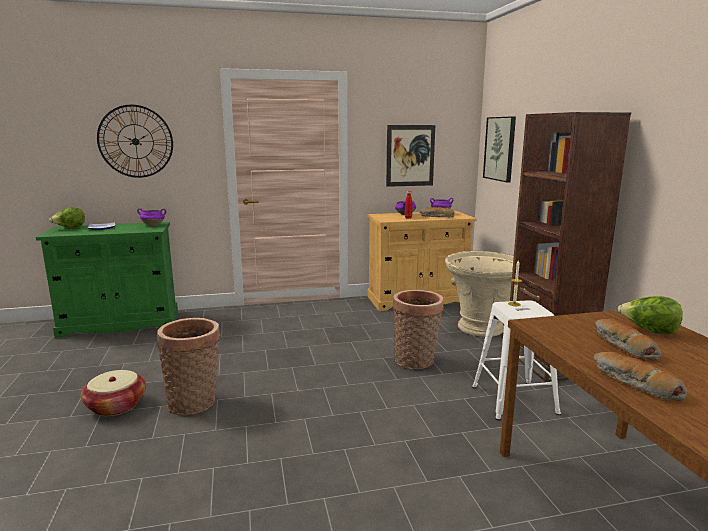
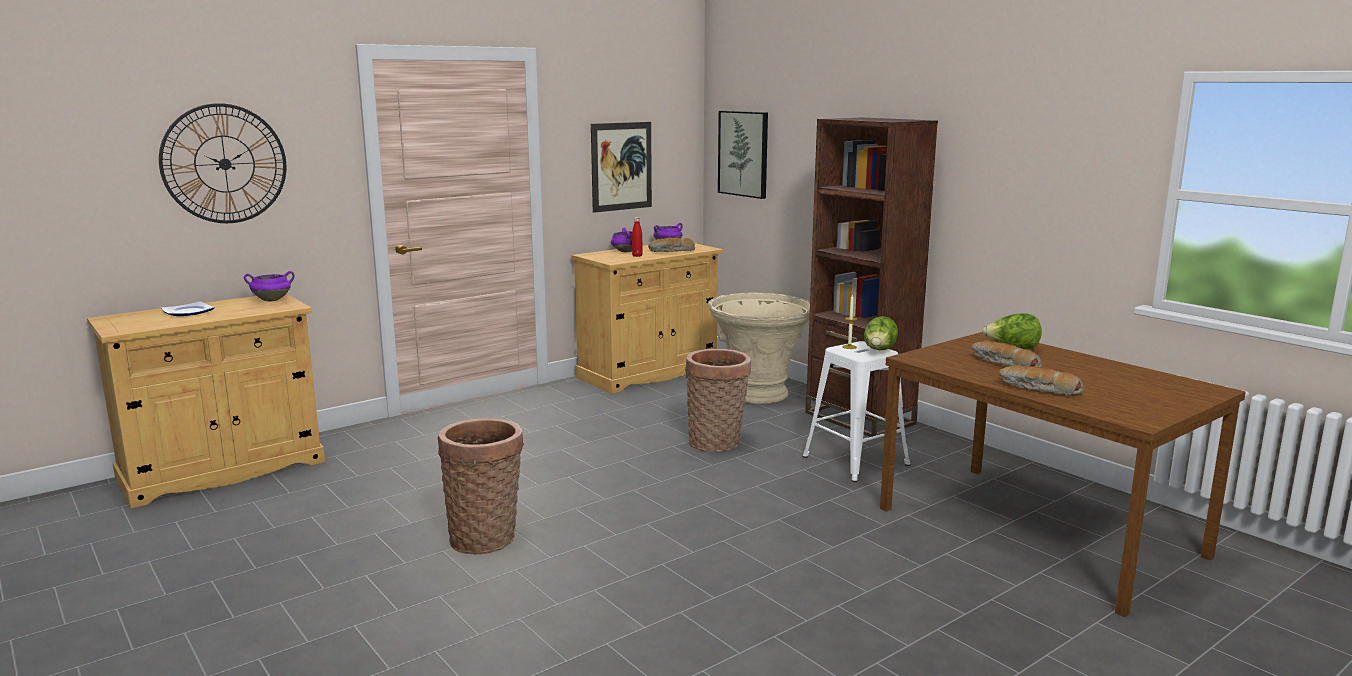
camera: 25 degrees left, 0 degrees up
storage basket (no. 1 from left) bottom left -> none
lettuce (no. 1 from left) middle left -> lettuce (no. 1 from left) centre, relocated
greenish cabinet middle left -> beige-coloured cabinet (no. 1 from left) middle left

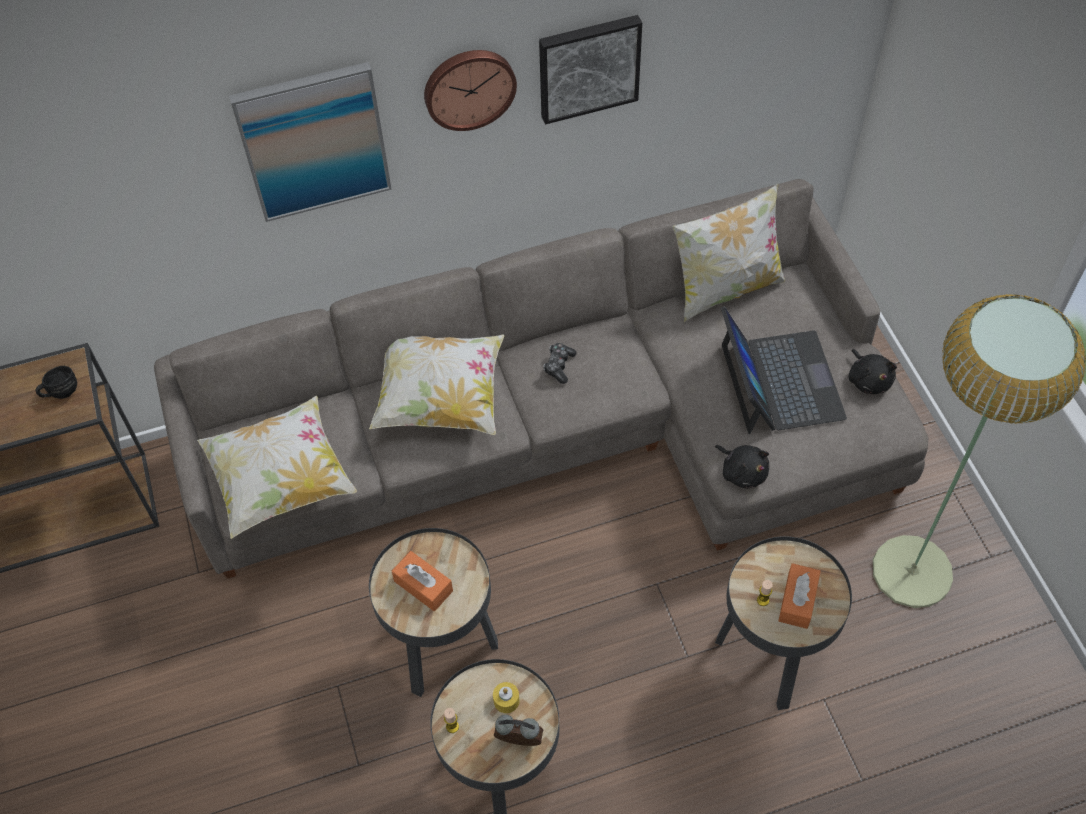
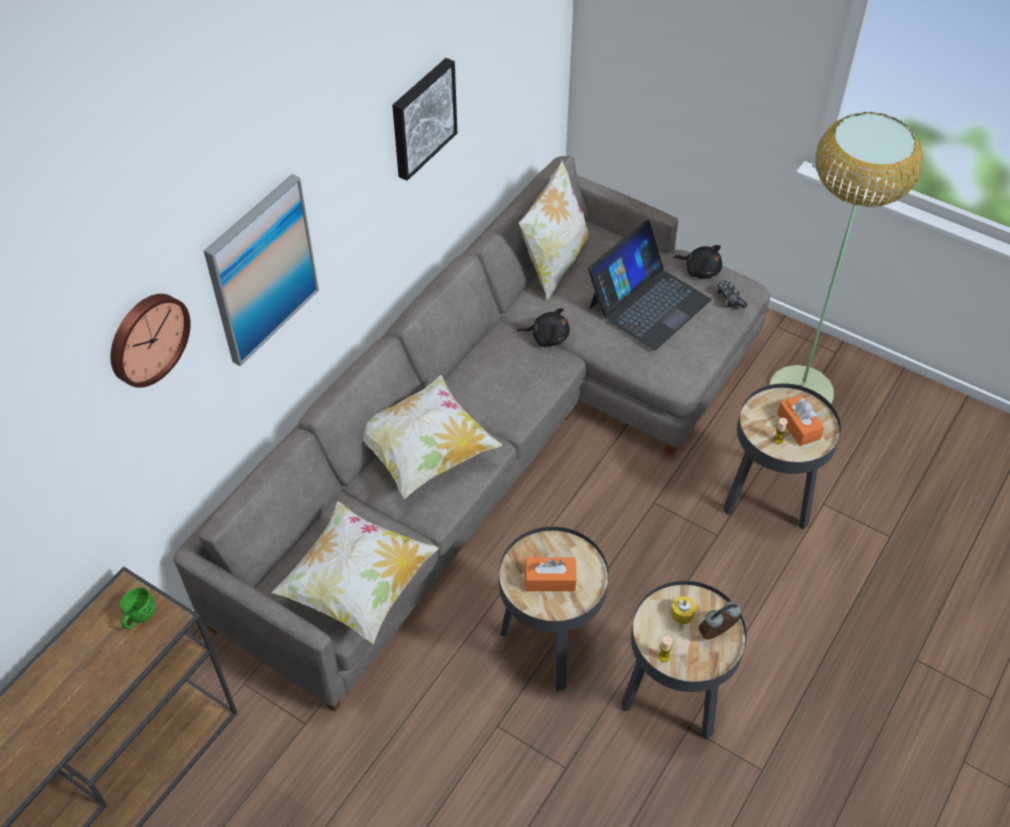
camera: 40 degrees left, 5 degrees down
clock on the wall top centre -> clock on the wall middle left, relocated
gamepad centre -> gamepad middle right, relocated
black cuddly toy (no. 1 from left) middle right -> black cuddly toy (no. 1 from left) centre, relocated
black coffee mug middle left -> greenish coffee mug bottom left
notebook computer middle right -> notebook computer centre, 90 degrees clockwise

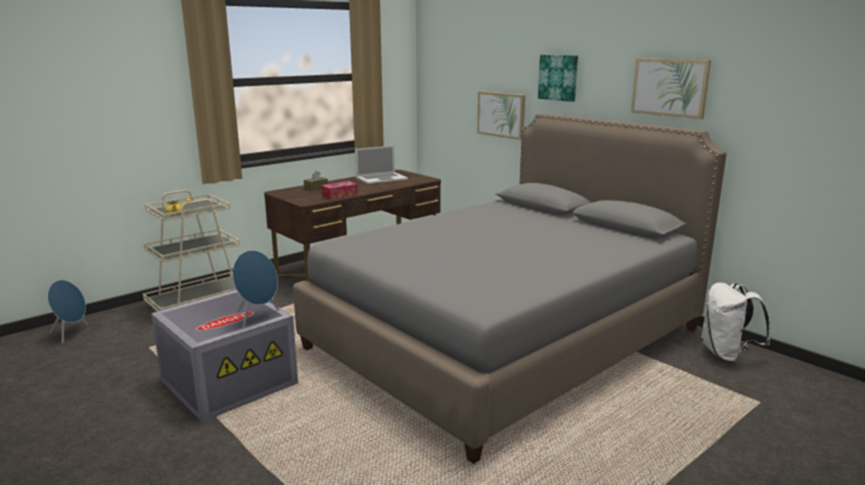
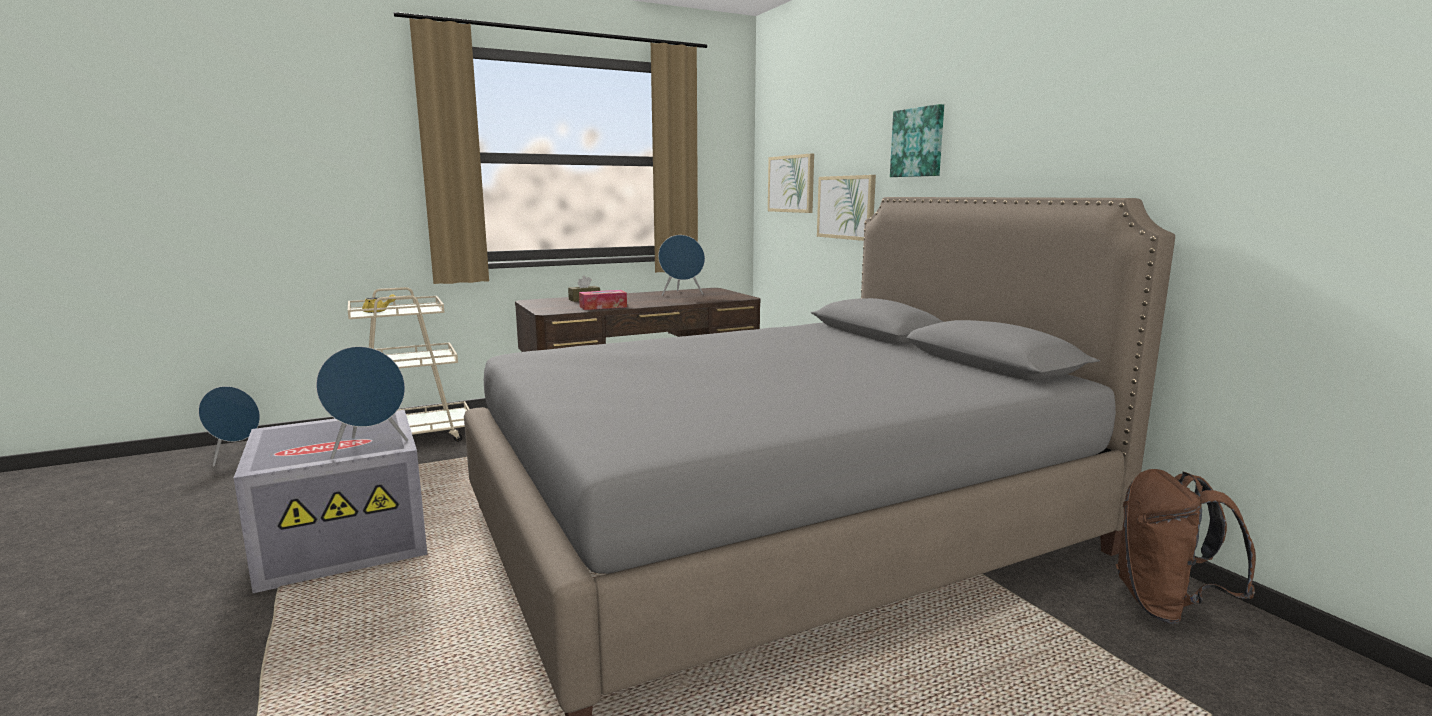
camera: 15 degrees right, 5 degrees down
wall picture (no. 3 from left in the first image) top right -> wall picture (no. 1 from left) top centre, relocated
notebook computer centre -> bluish audio speaker (no. 3 from left) centre
whitish backpack middle right -> brown backpack bottom right

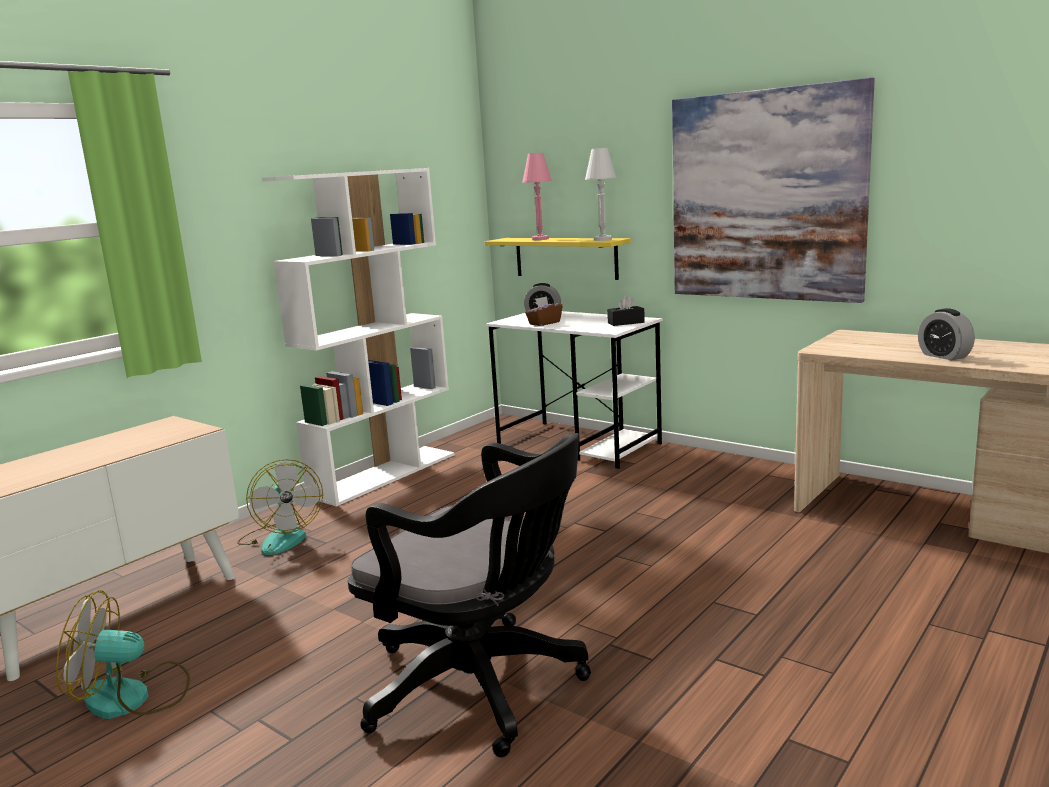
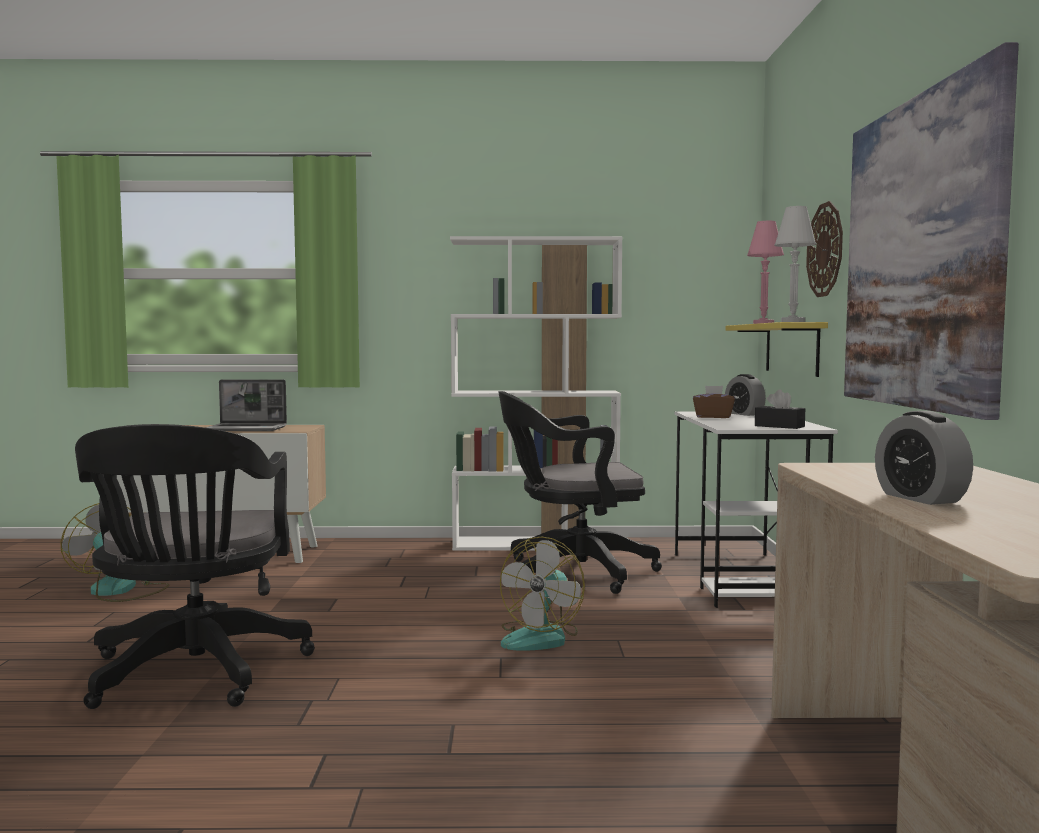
camera: 50 degrees right, 10 degrees down
none -> notebook computer middle left
none -> black office chair (no. 2 from left) centre
none -> clock on the wall top right
fan (no. 2 from left) middle left -> fan (no. 2 from left) bottom centre, relocated
bedside clock (no. 2 from left) middle right, 45 degrees counterclockwise

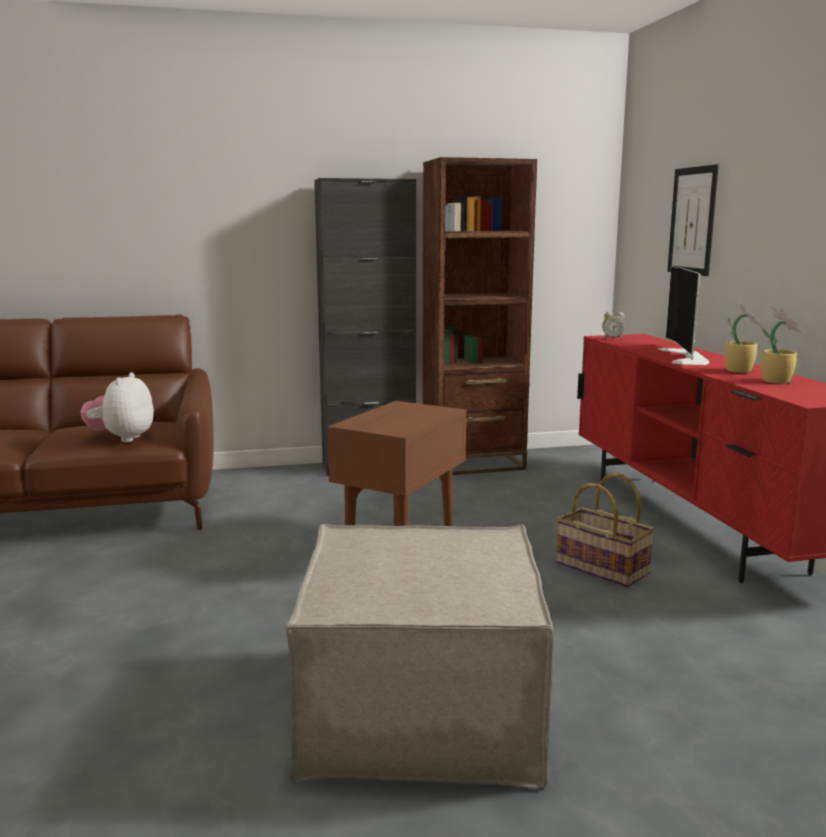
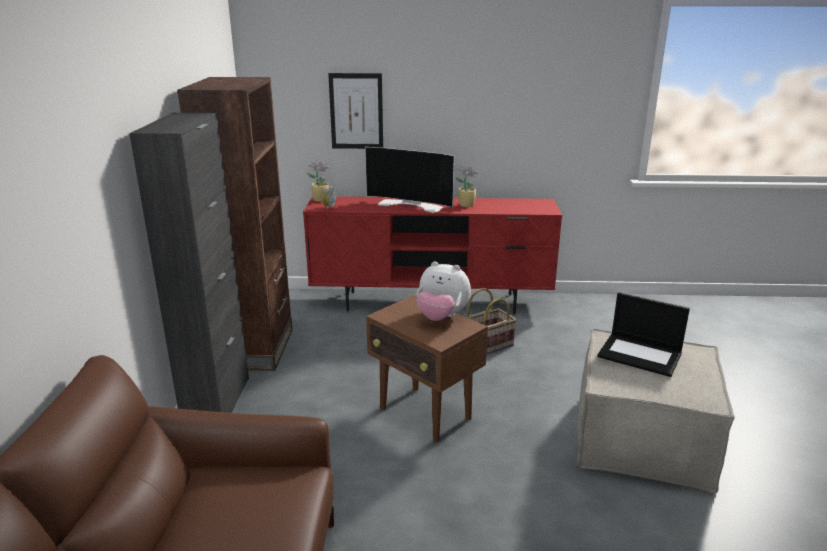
camera: 75 degrees left, 10 degrees up
none -> notebook computer middle right
cuddly toy middle left -> cuddly toy centre, relocated
potted plant (no. 2 from left in the first image) middle right -> potted plant (no. 1 from left) top centre, relocated

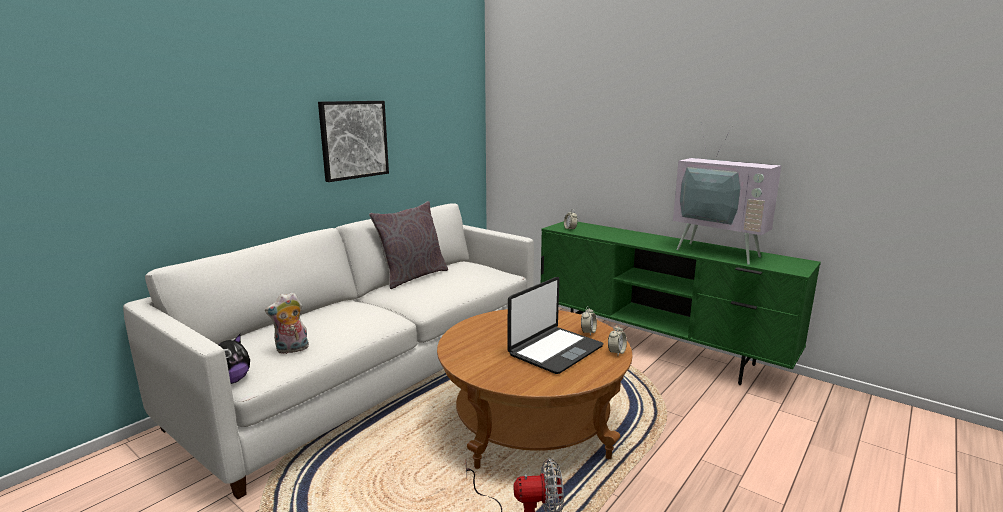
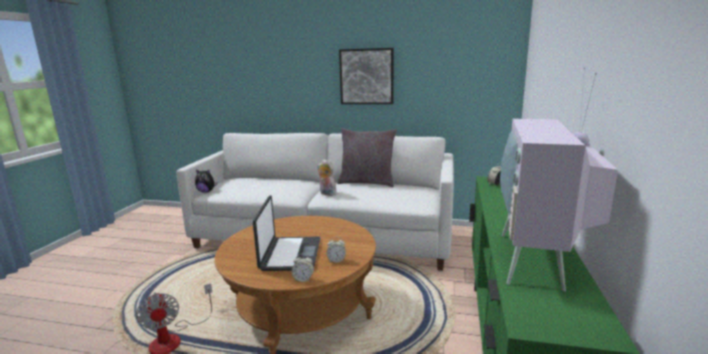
camera: 65 degrees right, 0 degrees up
cuddly toy (no. 2 from left) middle left -> cuddly toy (no. 2 from left) centre, relocated
notebook computer centre, 105 degrees counterclockwise

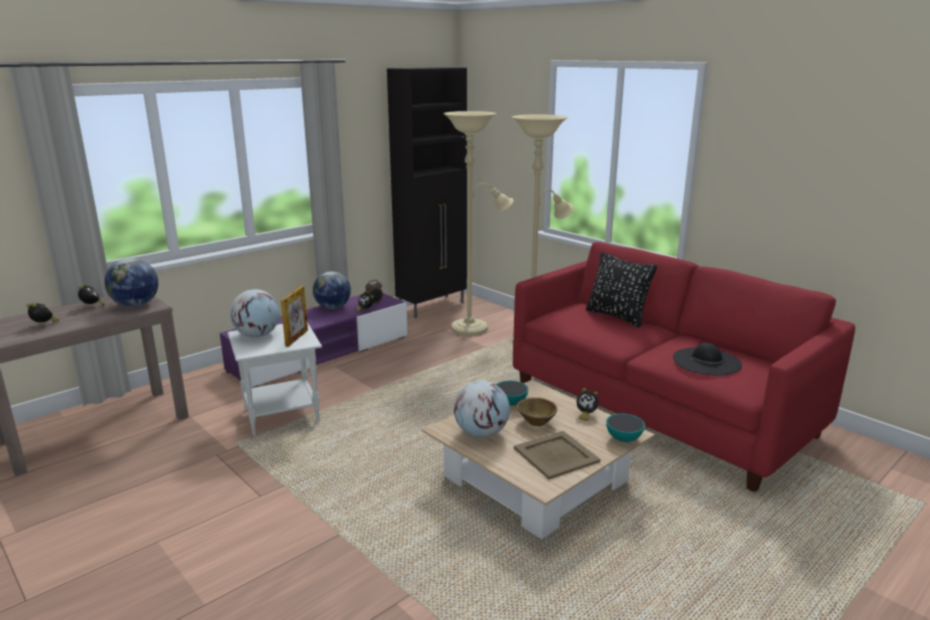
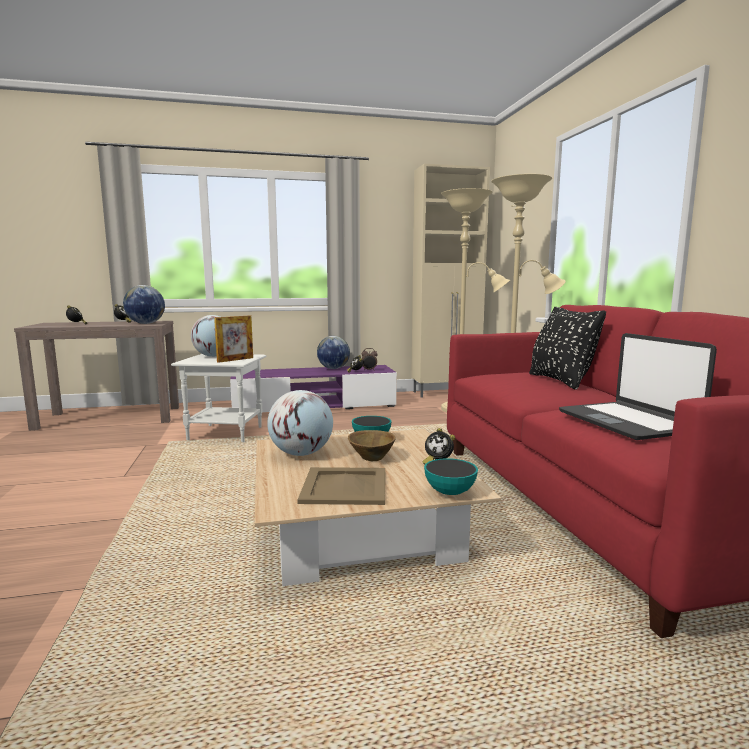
camera: 30 degrees right, 10 degrees down
black wearable hat middle right -> notebook computer middle right
black cabinet top centre -> beige-coloured cabinet centre

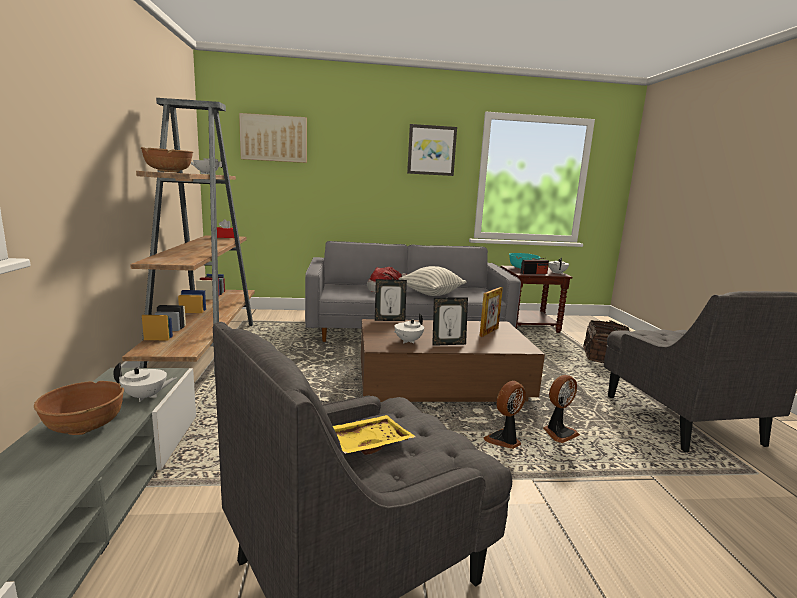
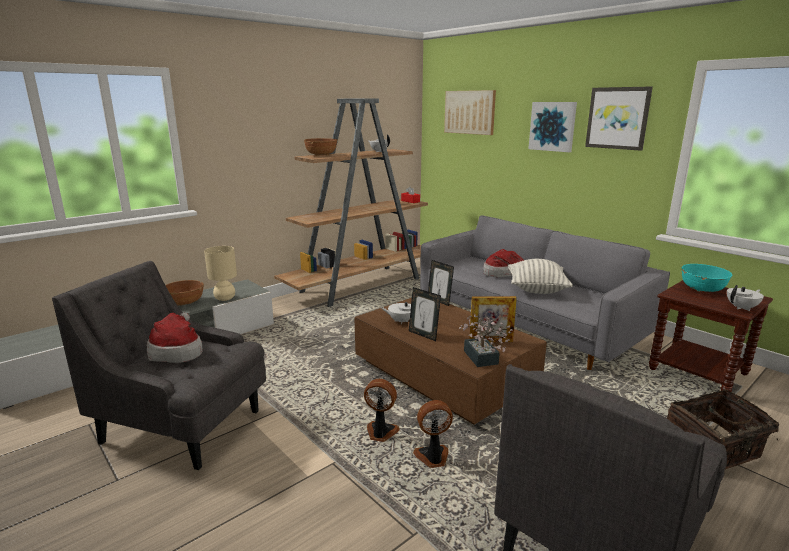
camera: 55 degrees right, 5 degrees up
radio set middle right -> none
none -> potted plant centre
none -> wall picture (no. 2 from left) top right
whitish teapot (no. 1 from left) middle left -> beige-coloured lamp for a table middle left
yellow-coloured carrying tray bottom centre -> wearable hat (no. 1 from left) middle left
fan (no. 2 from left) bottom right -> fan (no. 2 from left) bottom centre, 150 degrees clockwise

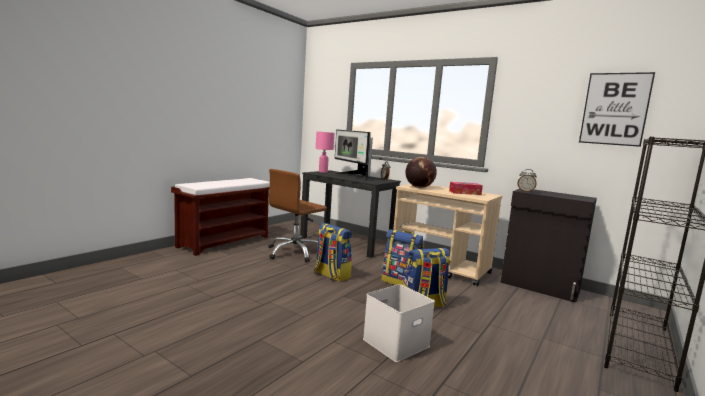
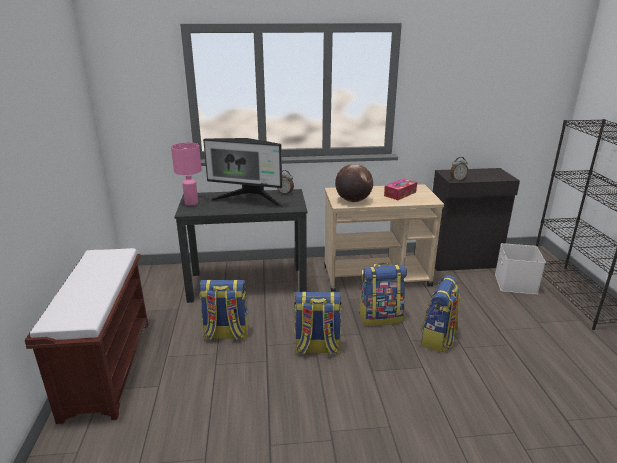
camera: 40 degrees left, 15 degrees up
wall picture top right -> none
whitish storage container bottom centre -> whitish storage container middle right, relocated
brown office chair centre -> backpack (no. 1 from left) bottom centre

